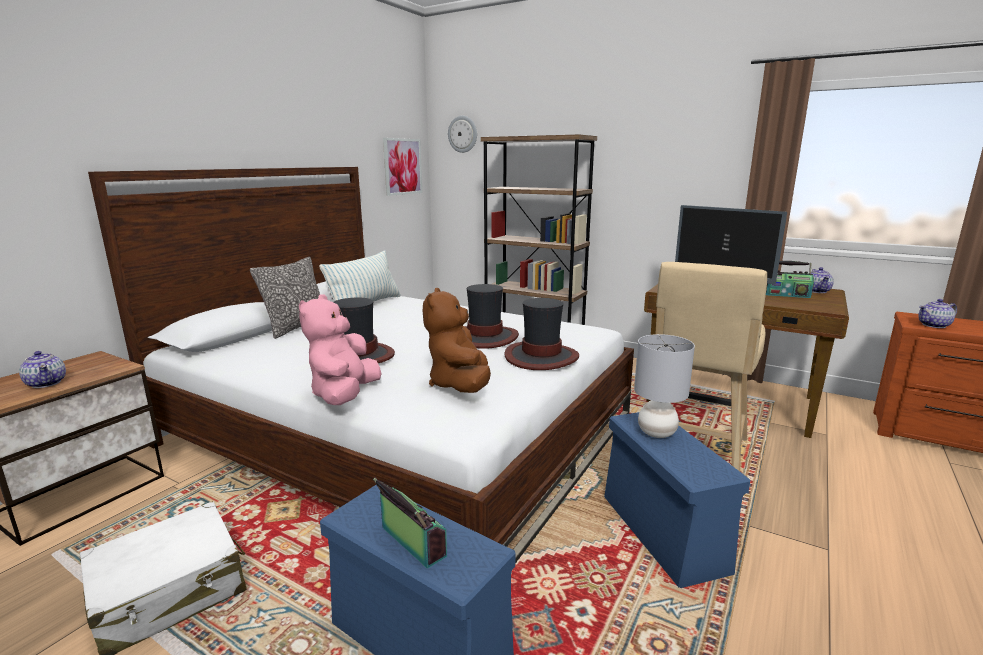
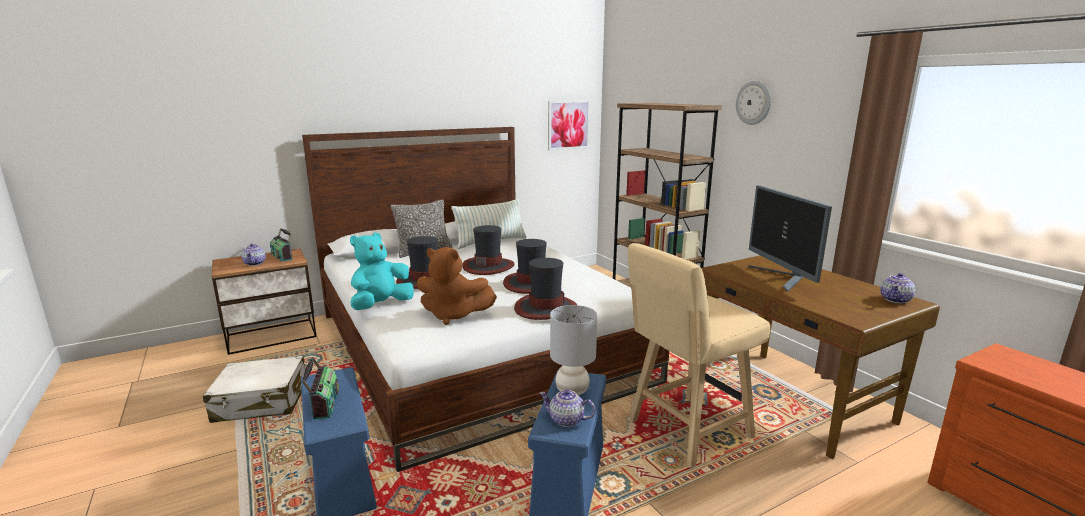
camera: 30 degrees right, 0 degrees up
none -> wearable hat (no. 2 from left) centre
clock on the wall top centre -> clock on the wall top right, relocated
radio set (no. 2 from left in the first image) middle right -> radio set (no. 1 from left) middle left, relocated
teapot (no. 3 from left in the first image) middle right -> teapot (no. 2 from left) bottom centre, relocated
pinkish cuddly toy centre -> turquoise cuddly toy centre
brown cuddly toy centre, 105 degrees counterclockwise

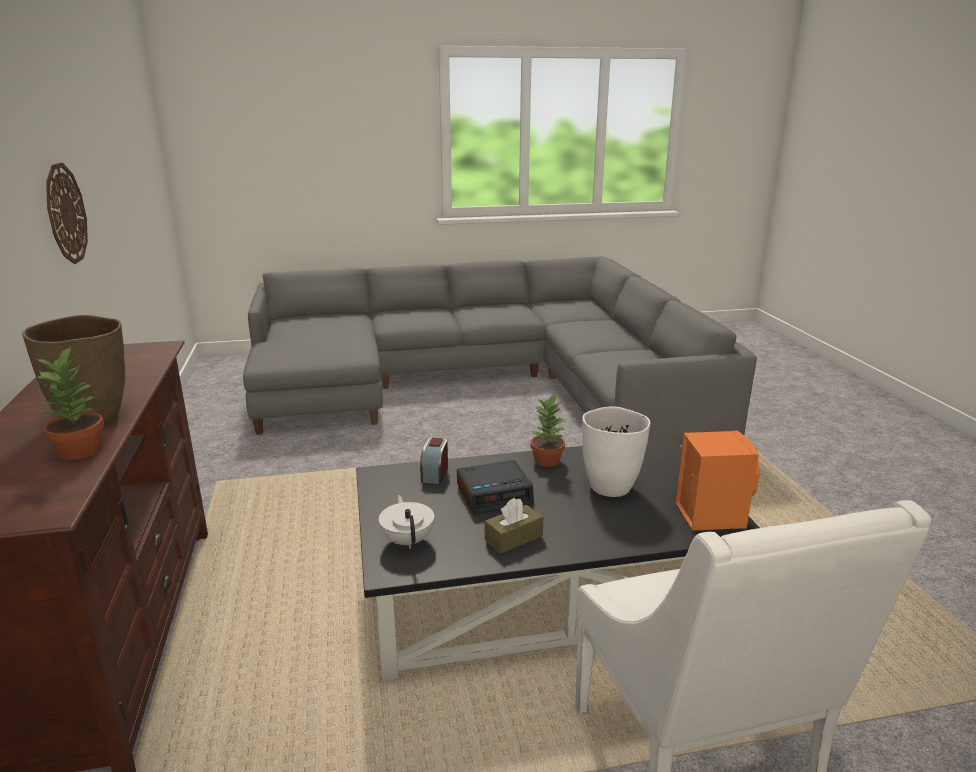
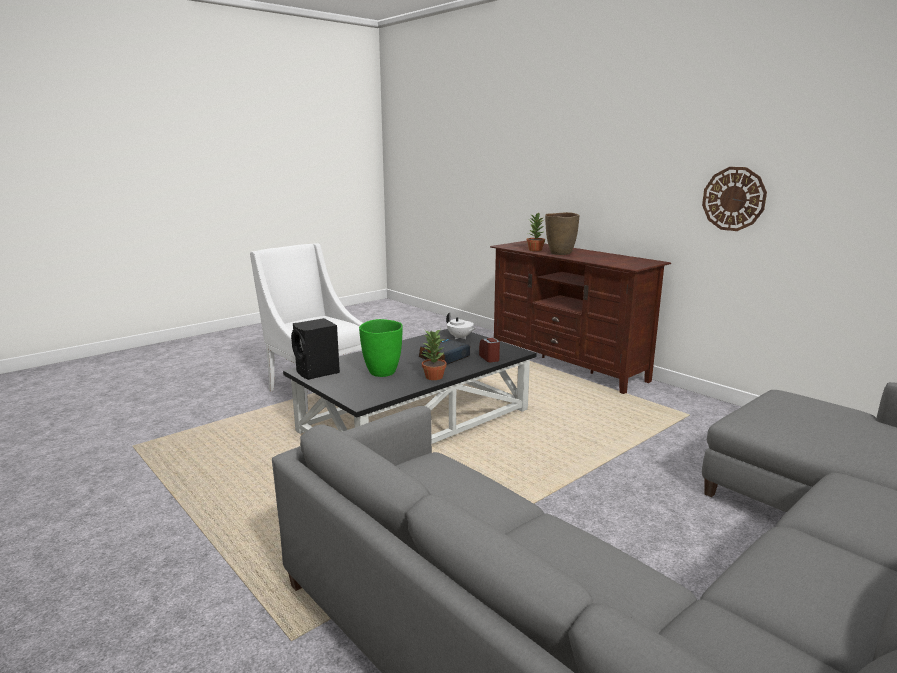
camera: 150 degrees right, 5 degrees down
brown tissue box bottom centre -> none
whitish decorative vase centre -> greenish decorative vase centre
orange-coloured audio speaker middle right -> black audio speaker centre

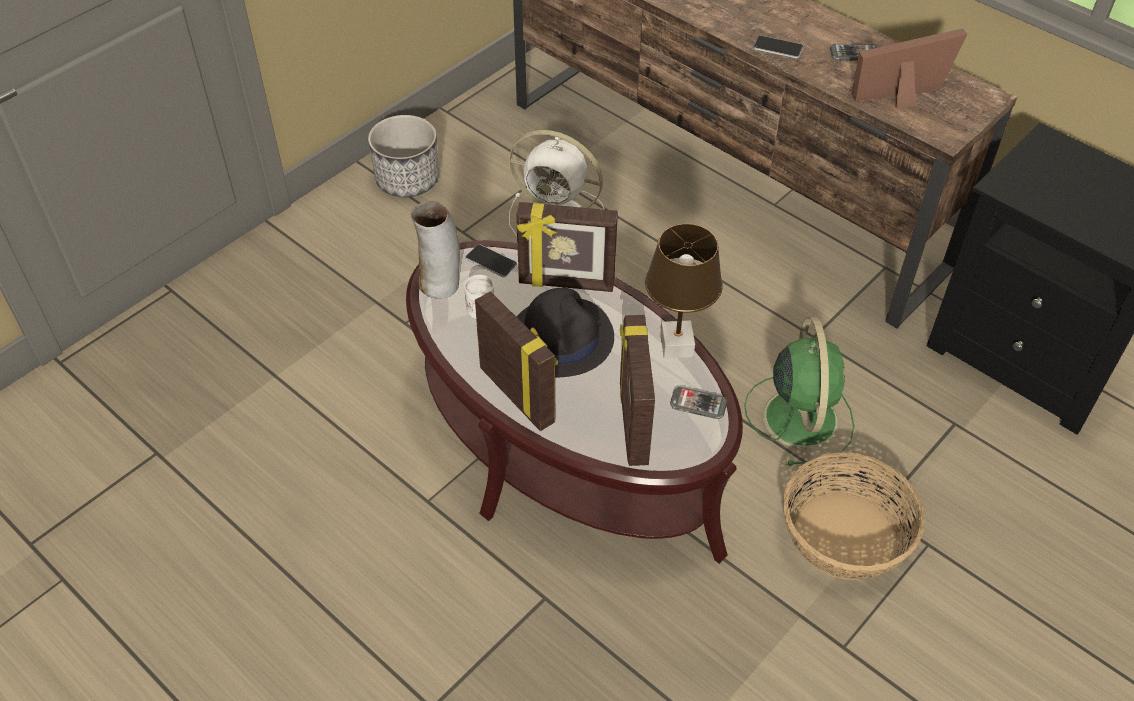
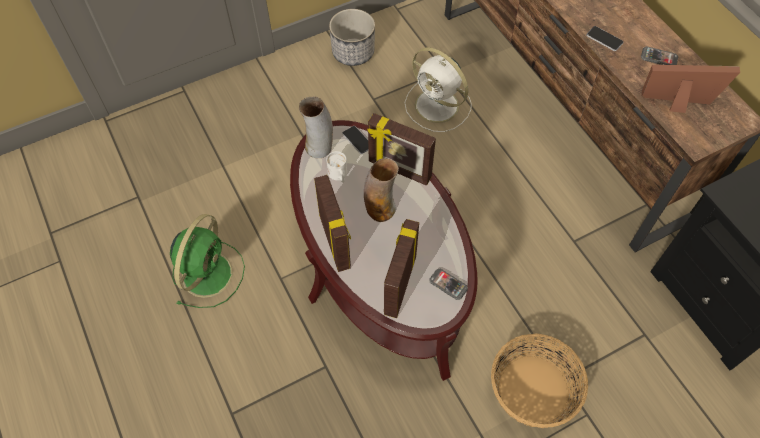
camera: 20 degrees right, 10 degrees up
brown lamp for a table centre -> none
greenish fan middle right -> greenish fan middle left, relocated
black wearable hat centre -> decorative vase (no. 2 from left) centre

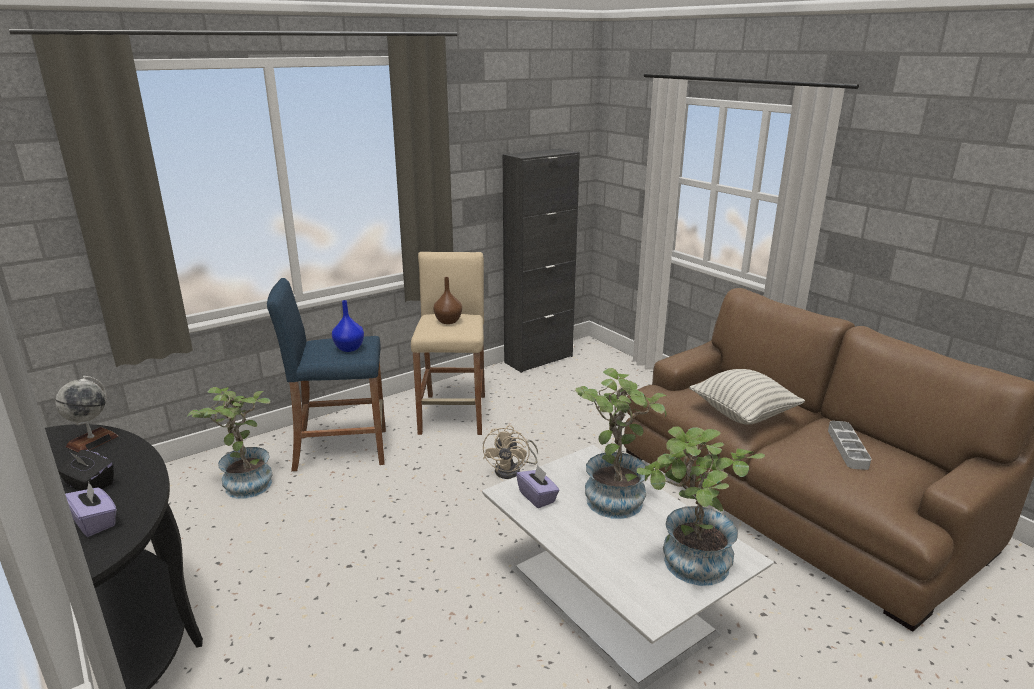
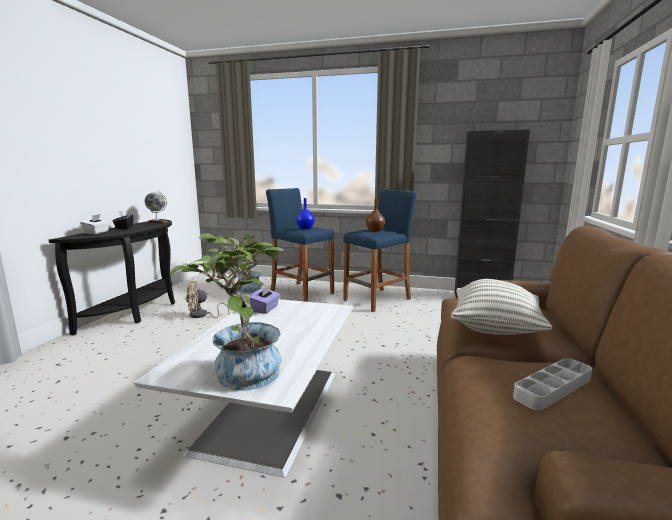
camera: 50 degrees right, 10 degrees down
potted plant (no. 2 from left) centre -> none
beige-coloured fan centre -> beige-coloured fan middle left, relocated
purple tissue box (no. 1 from left) bottom left -> whitish tissue box middle left
beige-coloured stool centre -> bluish stool (no. 2 from left) centre

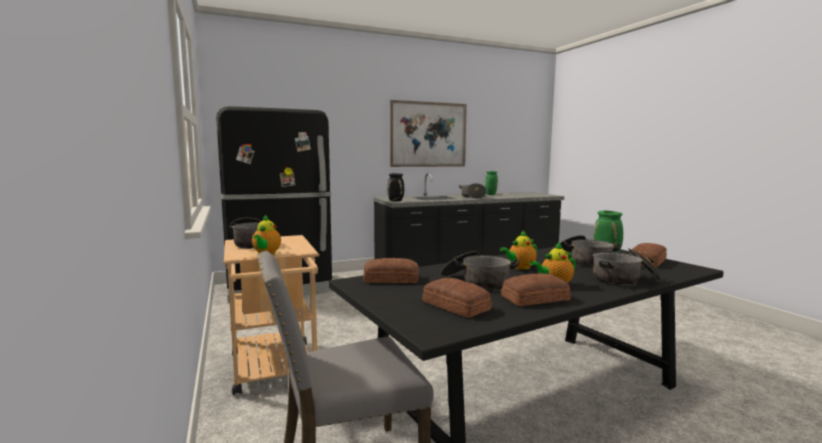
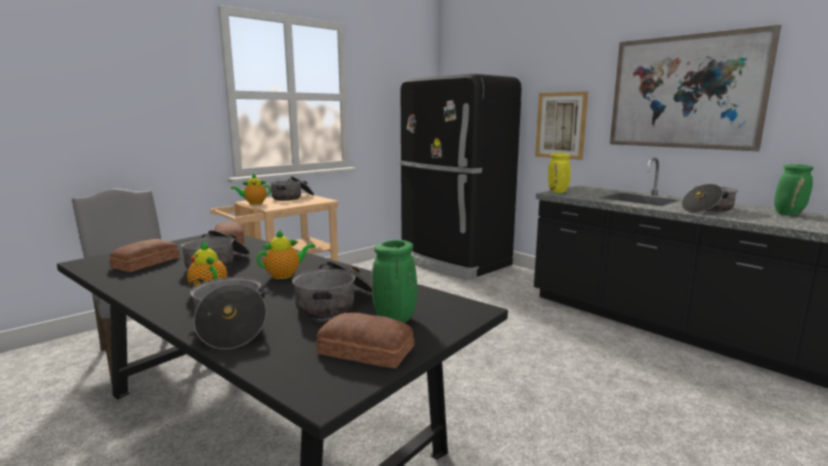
camera: 70 degrees right, 5 degrees up
bakery bread (no. 3 from left) centre -> none
none -> wall picture (no. 1 from left) top right
black decorative vase centre -> yellow-coloured decorative vase middle right
teapot (no. 2 from left in the first image) centre -> teapot (no. 3 from left) centre, 105 degrees clockwise

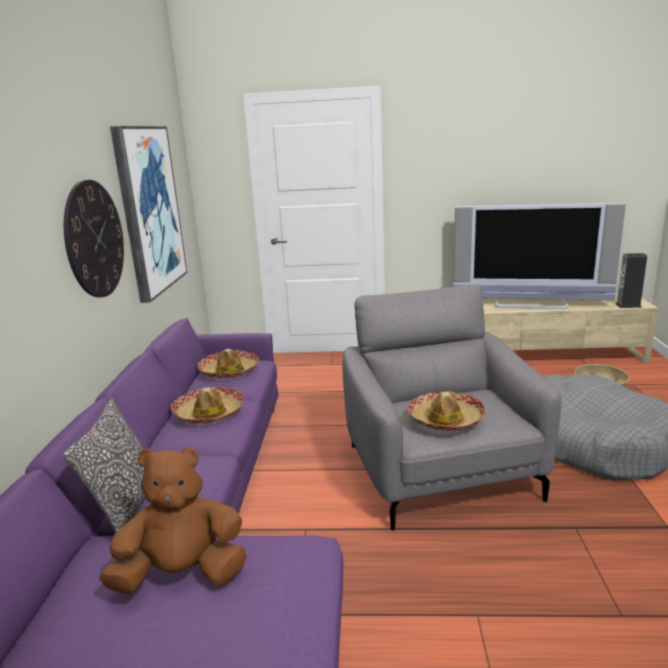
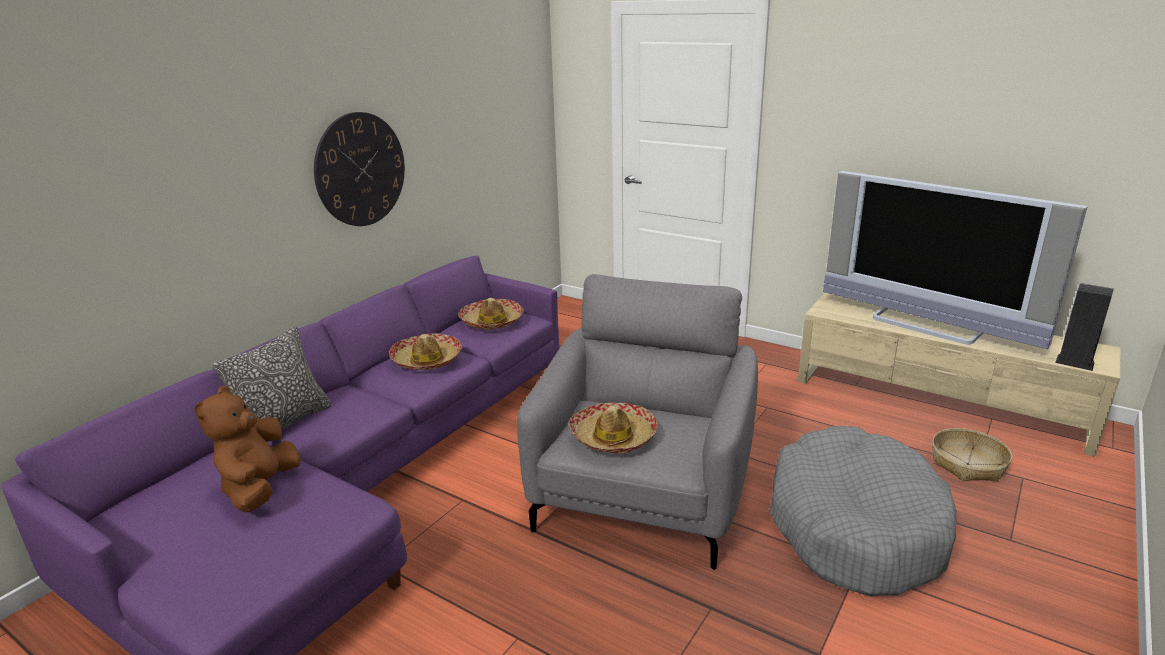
camera: 30 degrees right, 5 degrees up
wall picture top left -> none
brown cuddly toy bottom left, 105 degrees counterclockwise

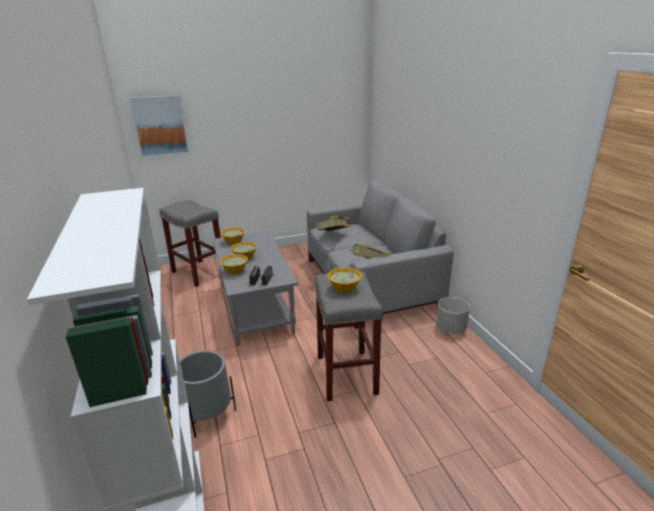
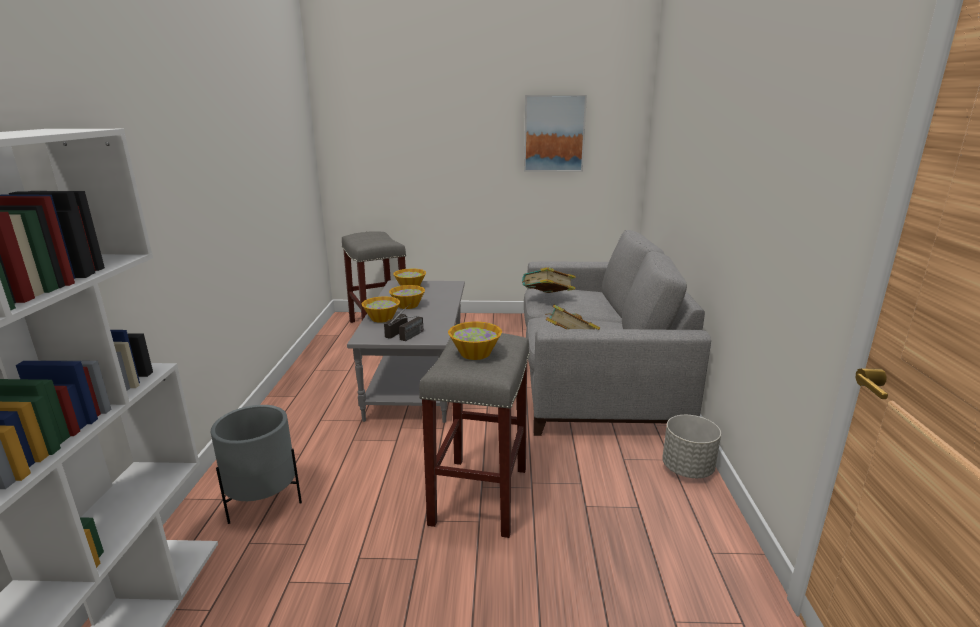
camera: 20 degrees right, 5 degrees down
wall picture top left -> wall picture top centre, relocated

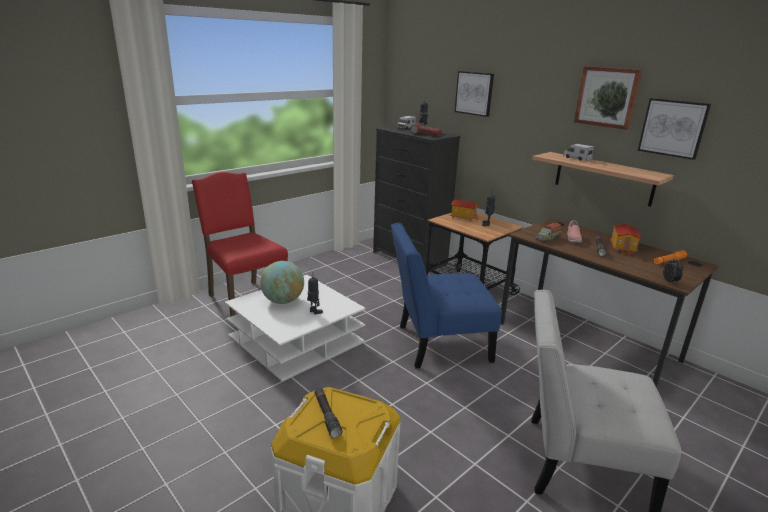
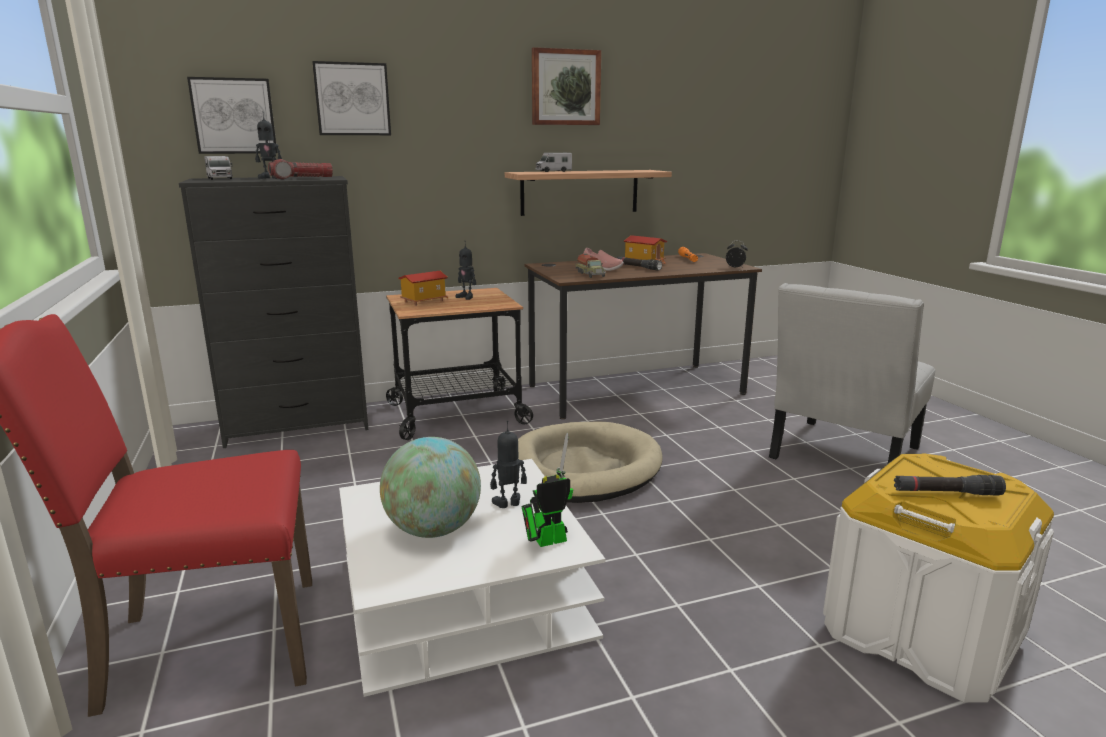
camera: 65 degrees left, 5 degrees down
none -> toy robot (no. 4 from left) centre
wall picture (no. 3 from left in the first image) top right -> wall picture (no. 1 from left) top left, relocated
bluish upright chair centre -> beige-coloured pet bed centre

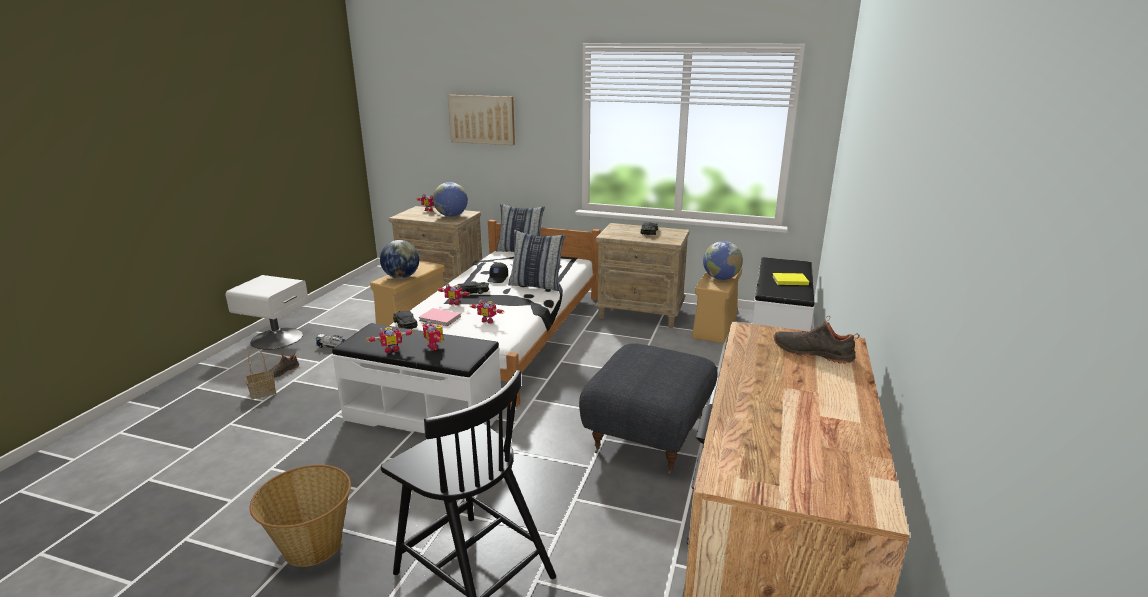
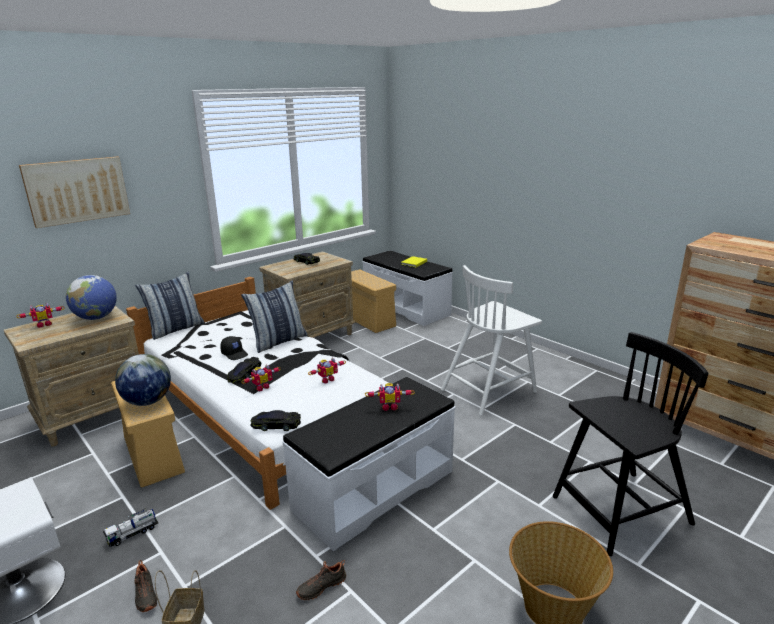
camera: 60 degrees left, 0 degrees up
toy robot (no. 1 from left) centre -> none
pinkish volume centre -> none
world globe (no. 3 from left) centre -> none
black item of footwear (no. 2 from left) middle right -> black item of footwear (no. 2 from left) bottom centre, relocated
greyish ottoman bottom centre -> whitish upright chair centre

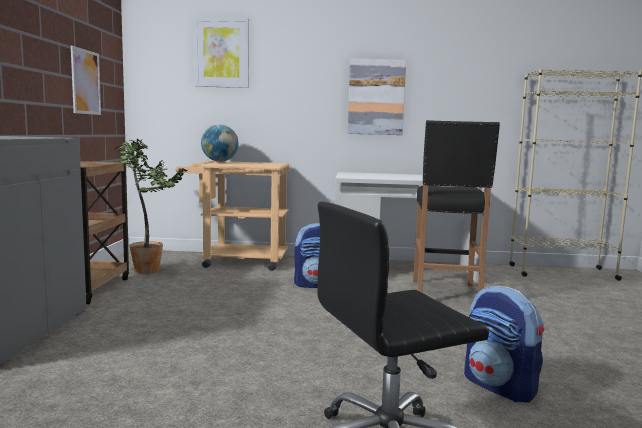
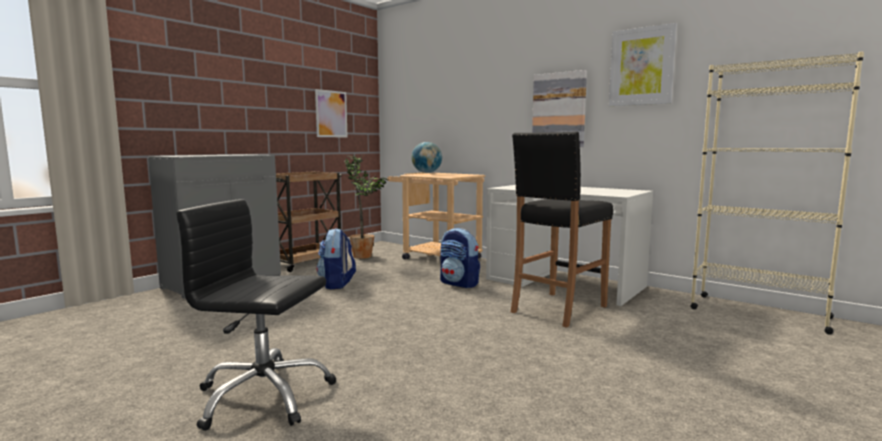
camera: 35 degrees right, 0 degrees up
wall picture (no. 2 from left in the first image) top centre -> wall picture (no. 3 from left) top right, relocated
backpack (no. 2 from left in the first image) bottom right -> backpack (no. 1 from left) centre, relocated

